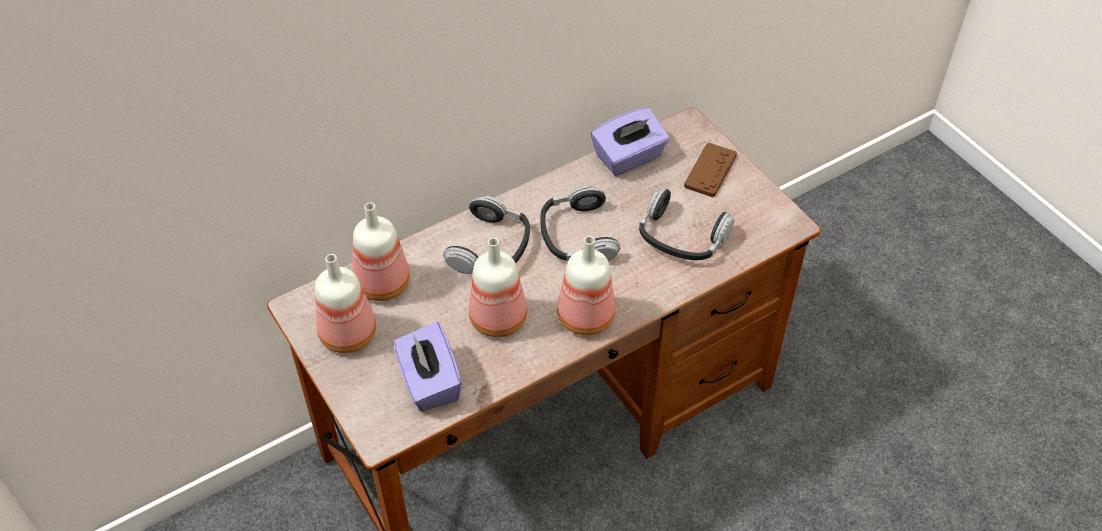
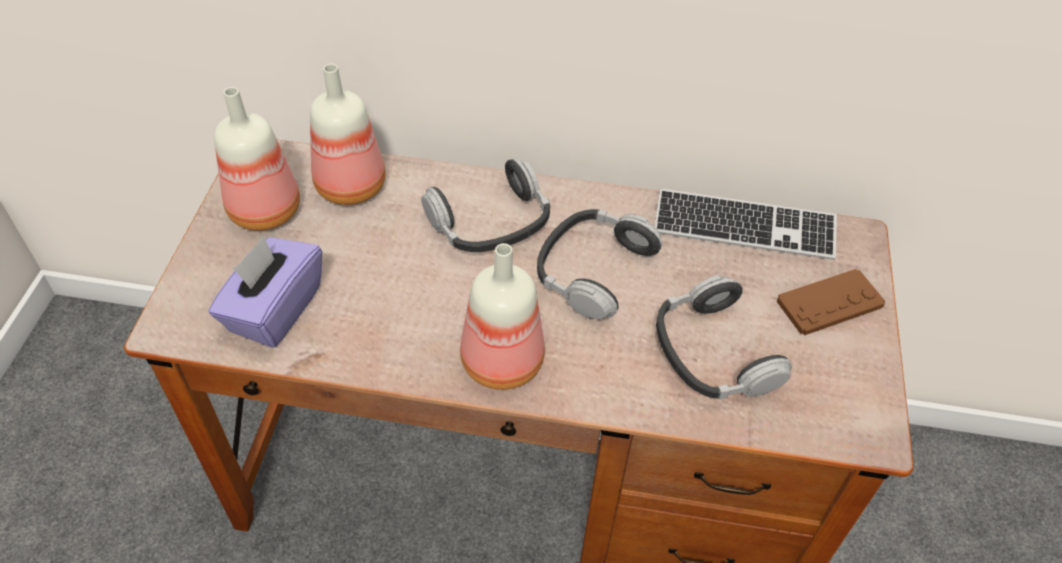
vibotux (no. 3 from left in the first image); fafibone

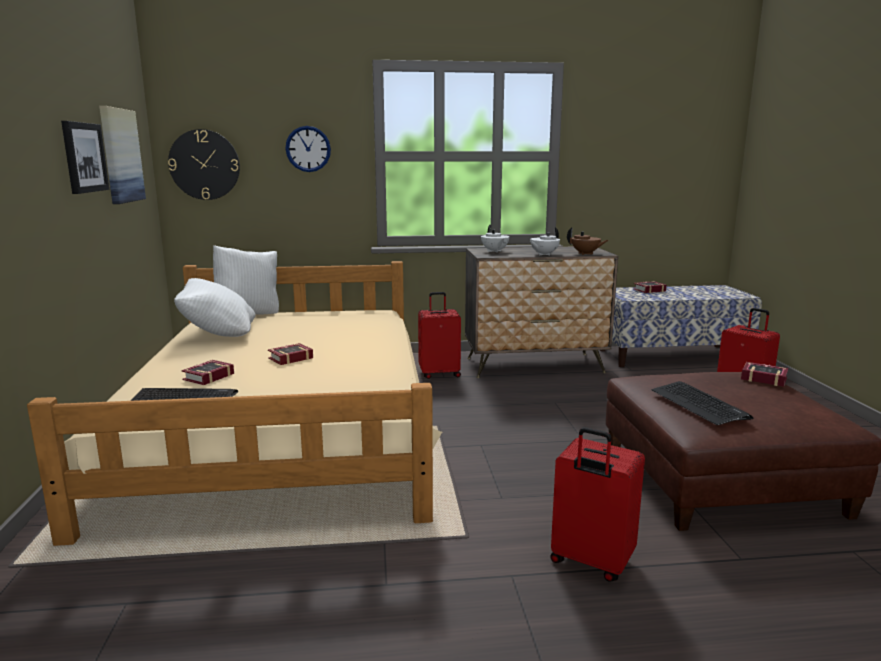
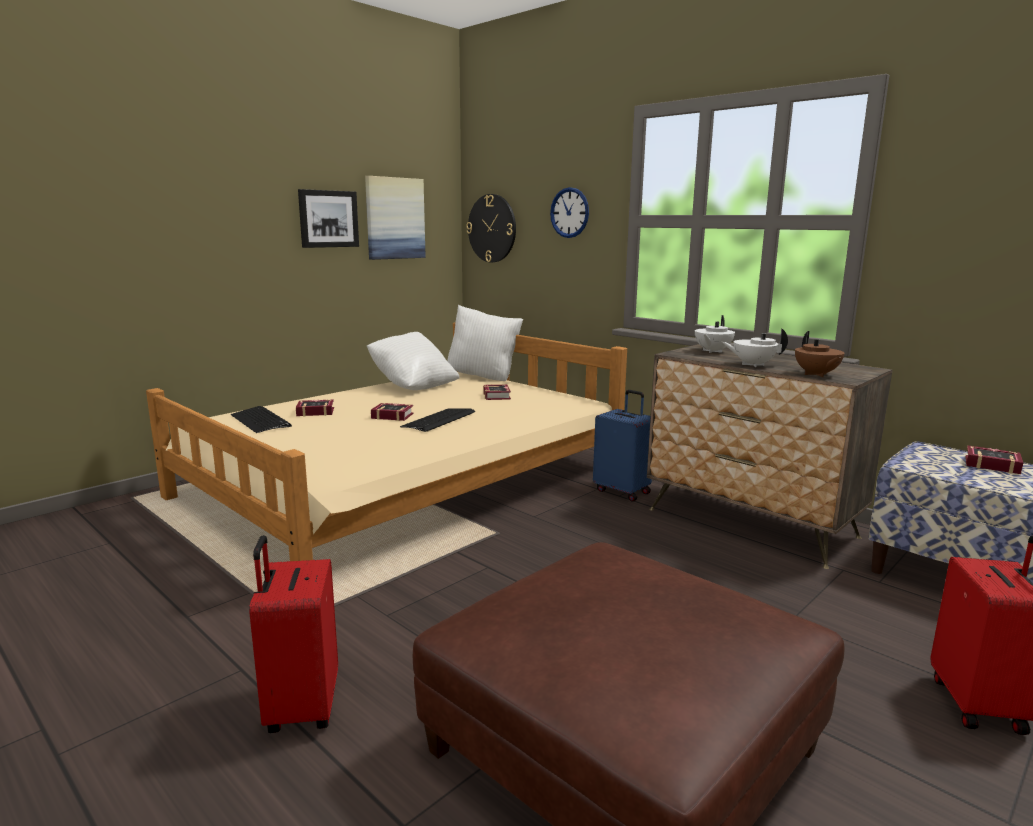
fafibone (no. 2 from left); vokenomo (no. 3 from left); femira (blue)

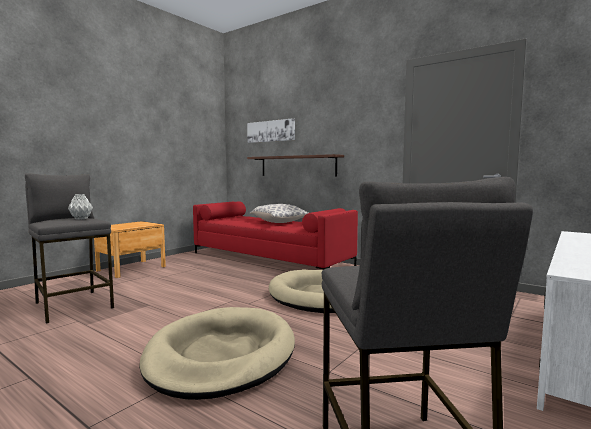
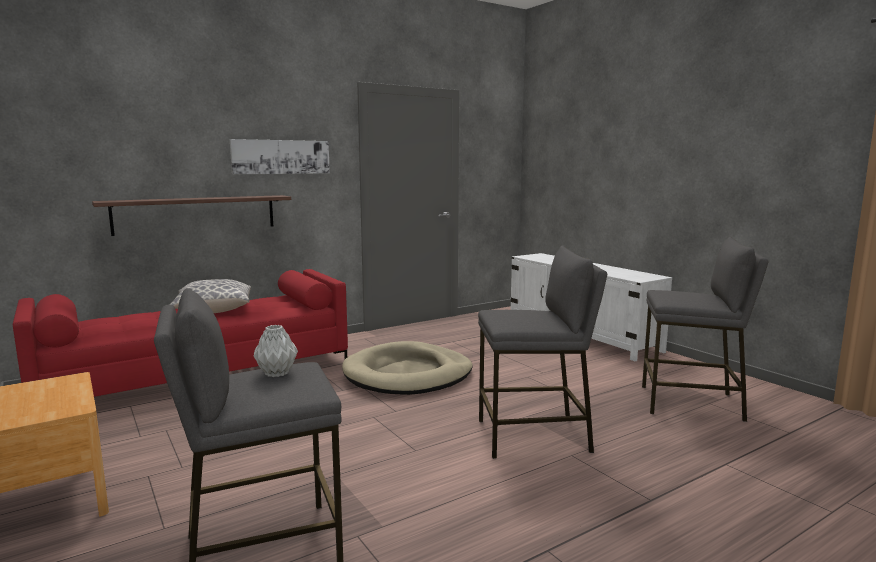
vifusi; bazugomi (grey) (no. 2 from left)

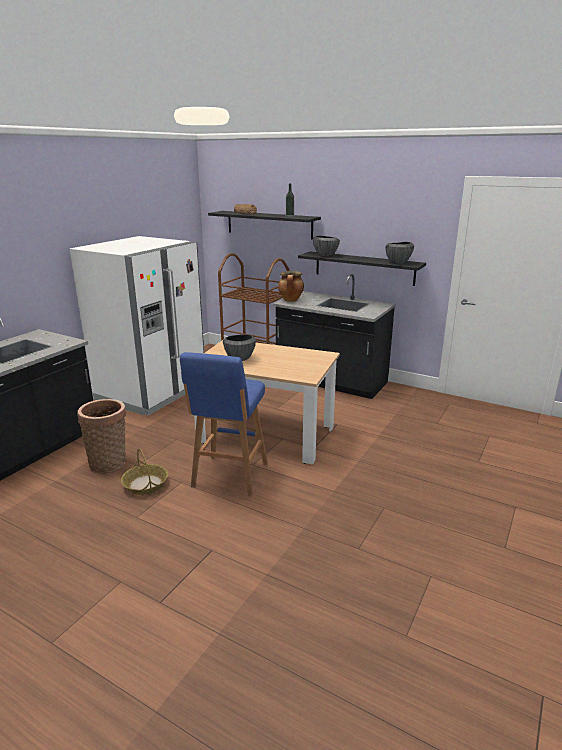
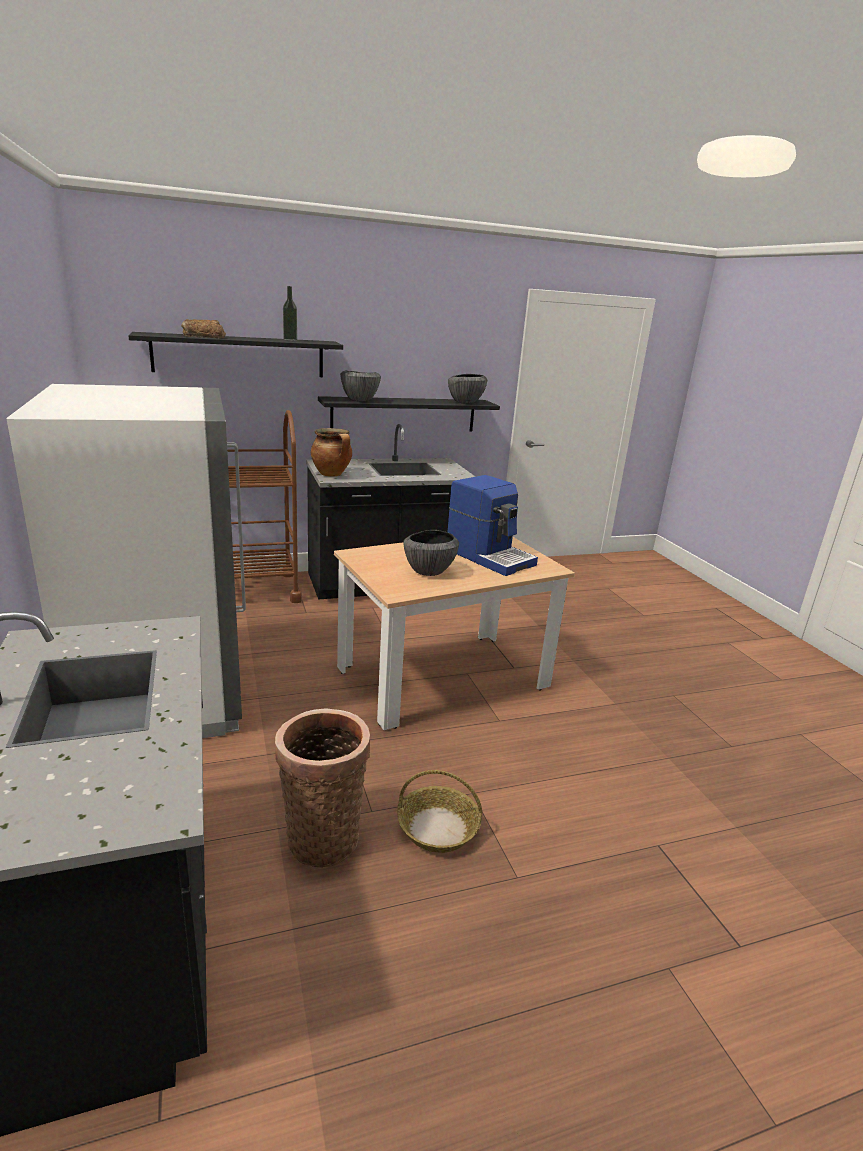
bazugomi (blue); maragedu

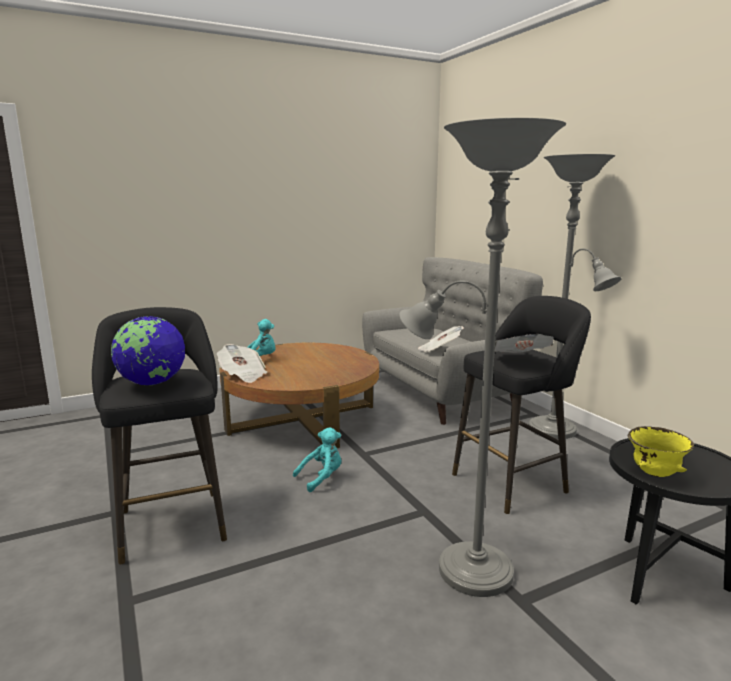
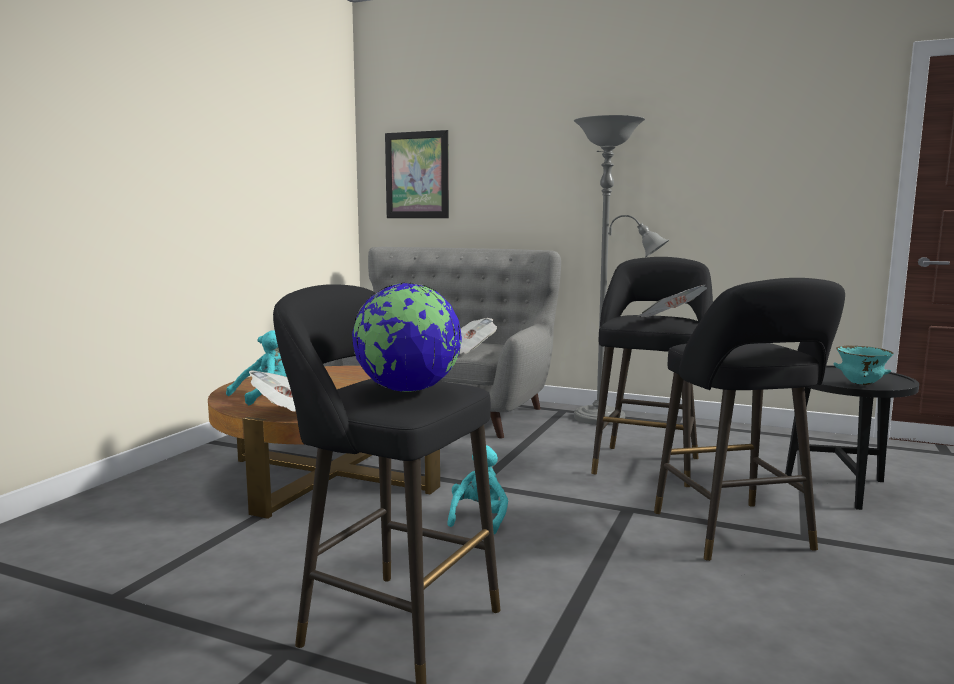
vifusi; bazugomi (black) (no. 3 from left); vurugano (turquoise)

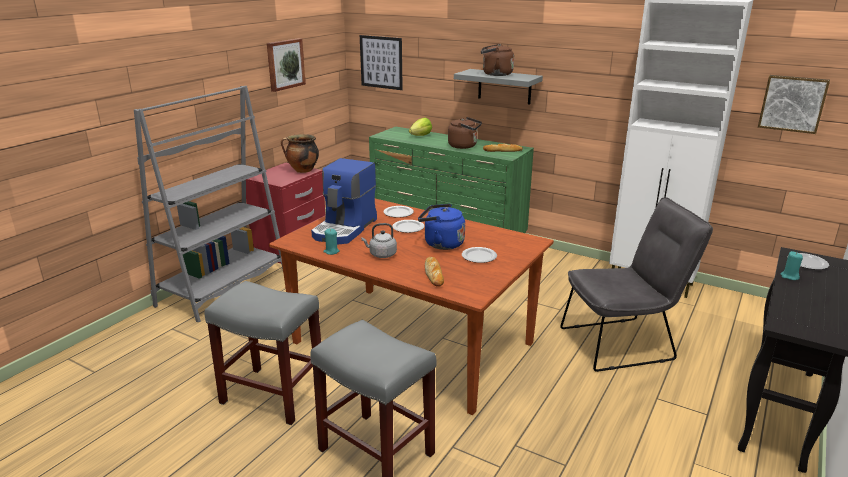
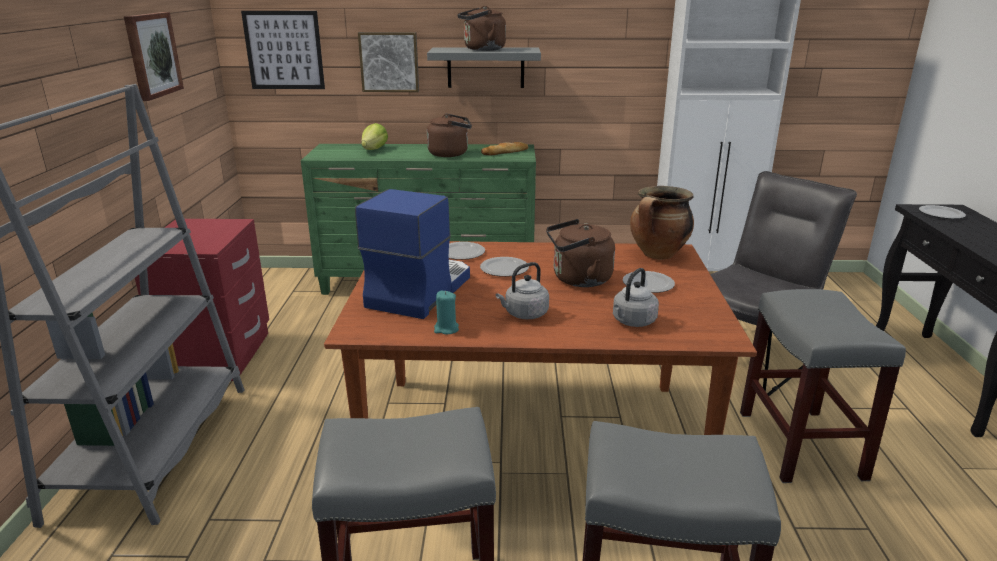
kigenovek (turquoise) (no. 2 from left in the first image); bazugomi (grey) (no. 3 from left); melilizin; vifusi (no. 3 from left); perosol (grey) (no. 2 from left); perosol (brown) (no. 3 from left); maragedu

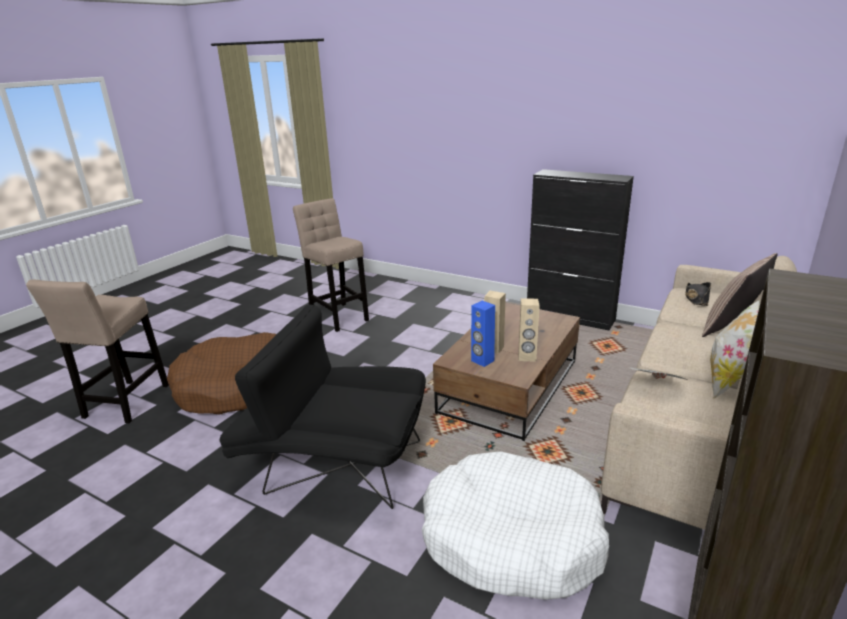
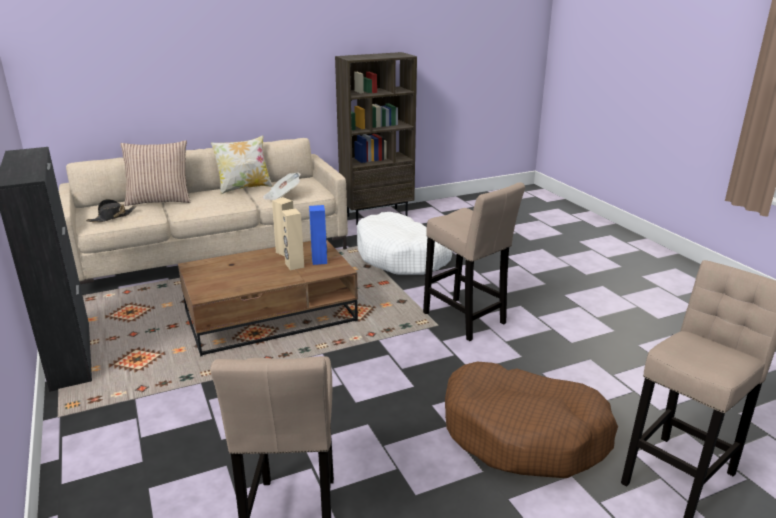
bazugomi (beige) (no. 2 from left)

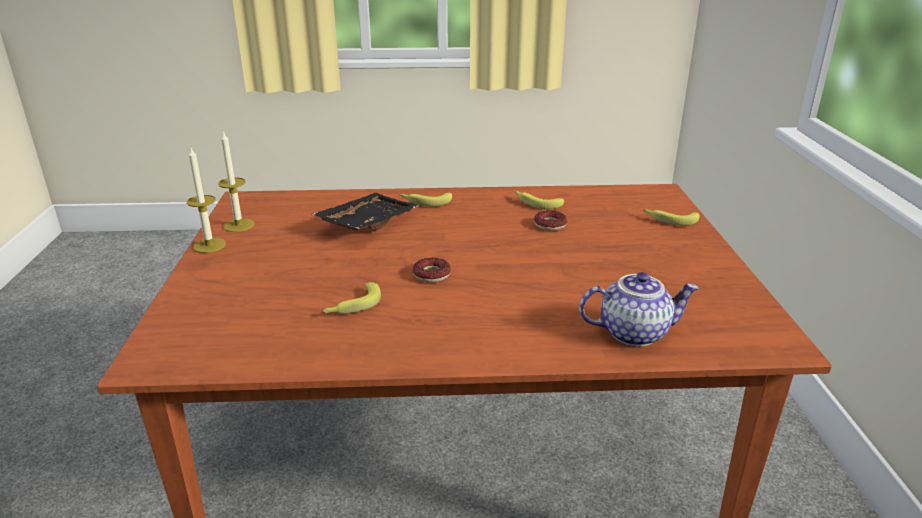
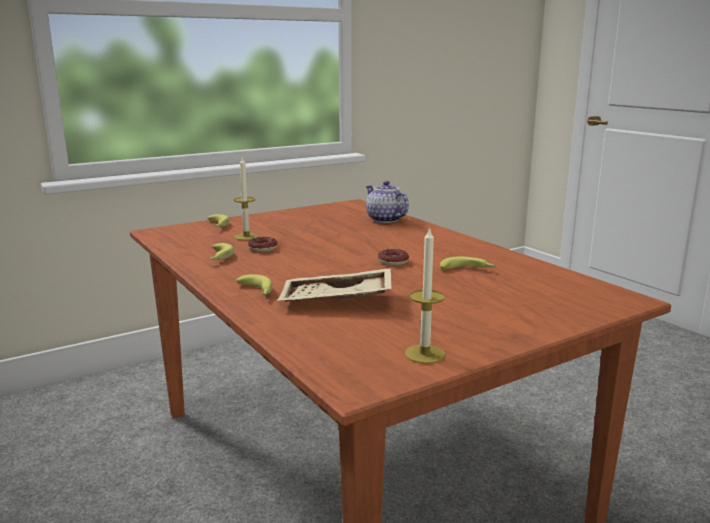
kigenovek (no. 1 from left); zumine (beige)

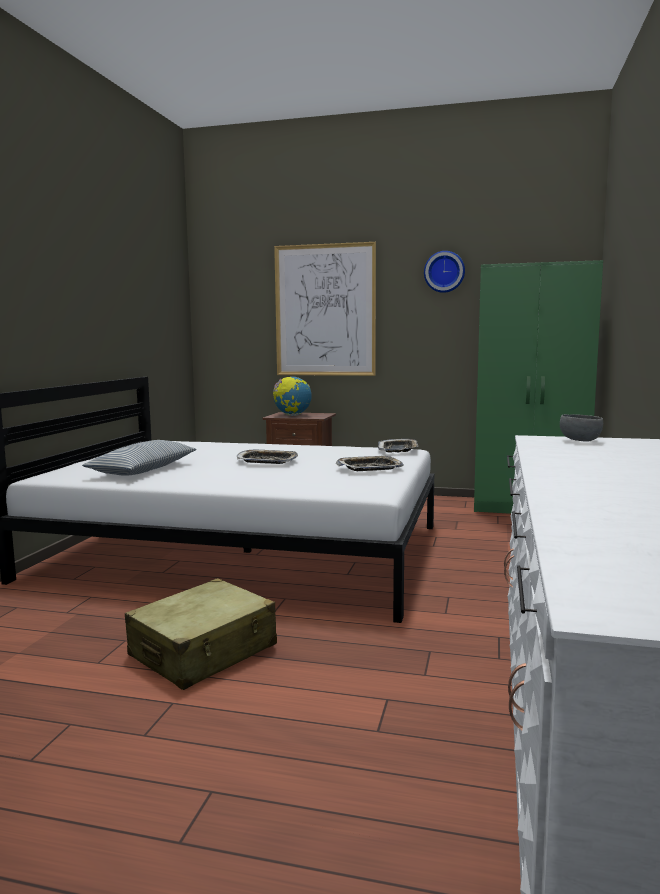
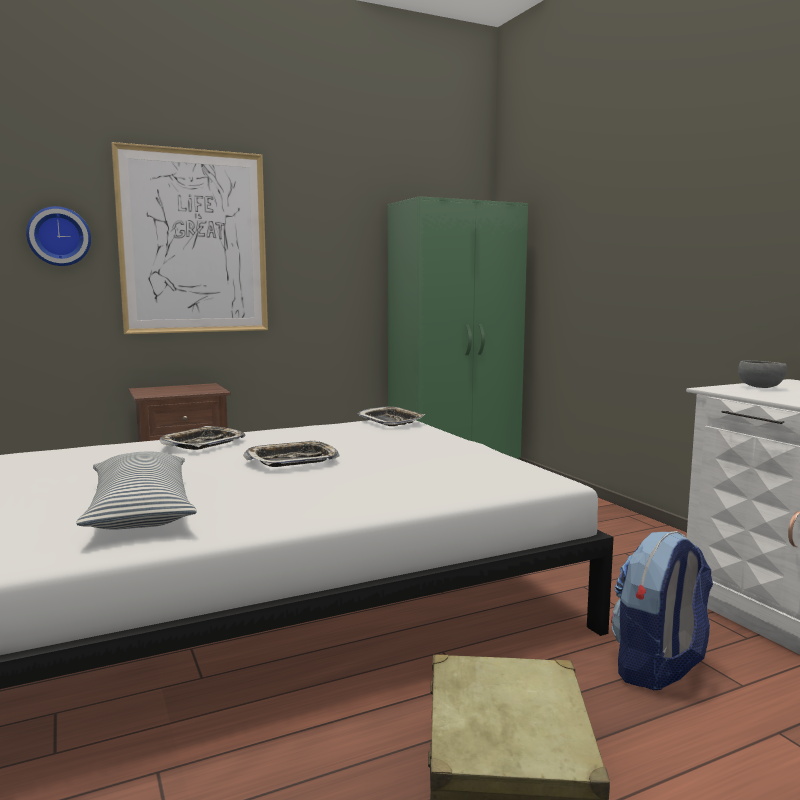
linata; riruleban; zumine (no. 1 from left); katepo

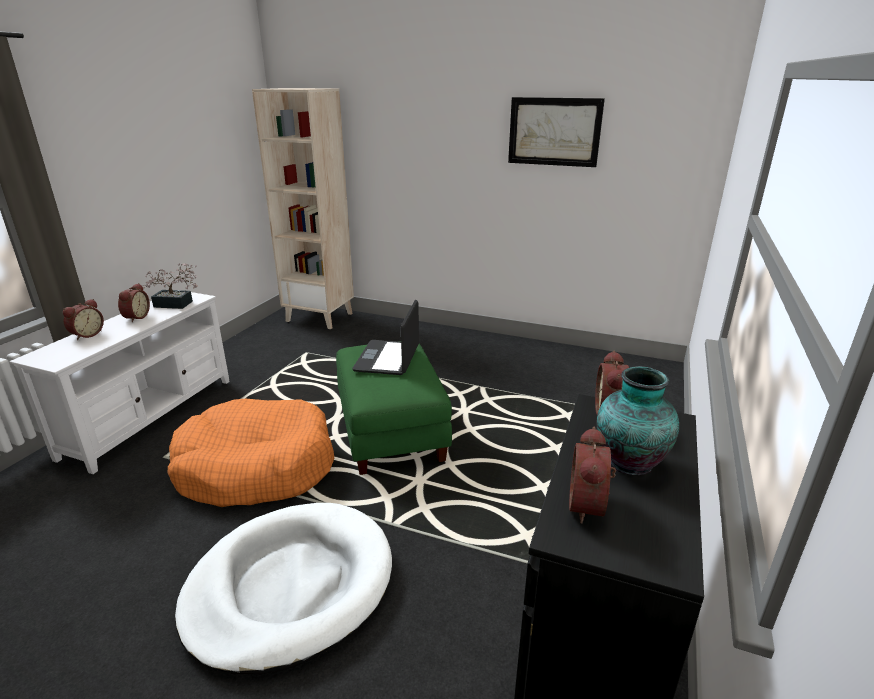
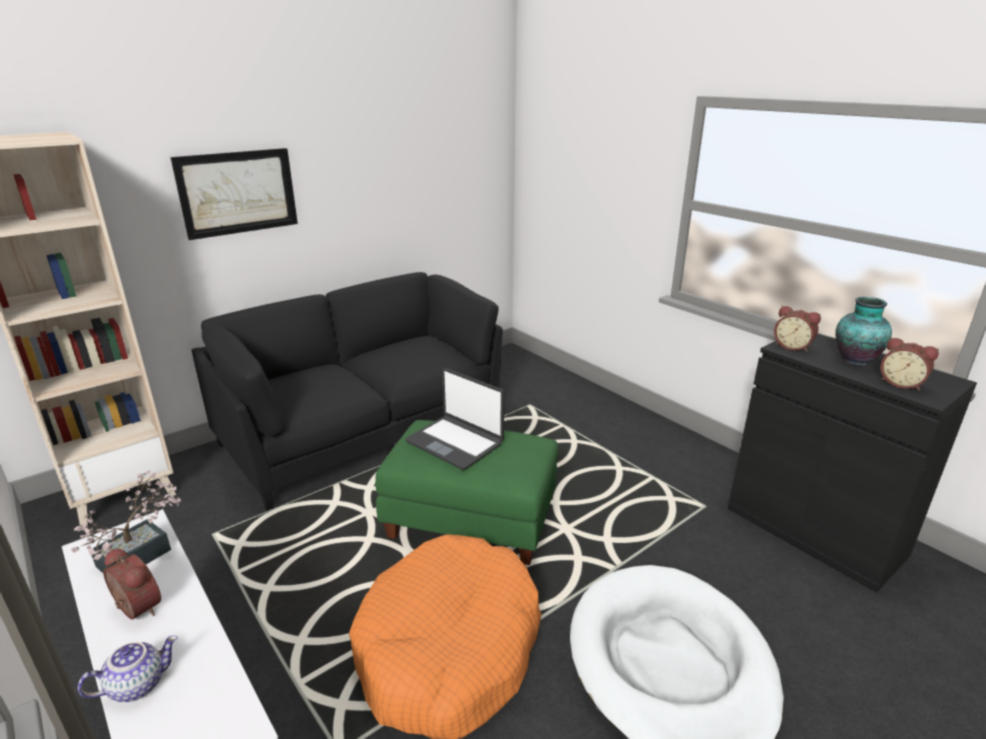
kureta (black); vifusi; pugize

